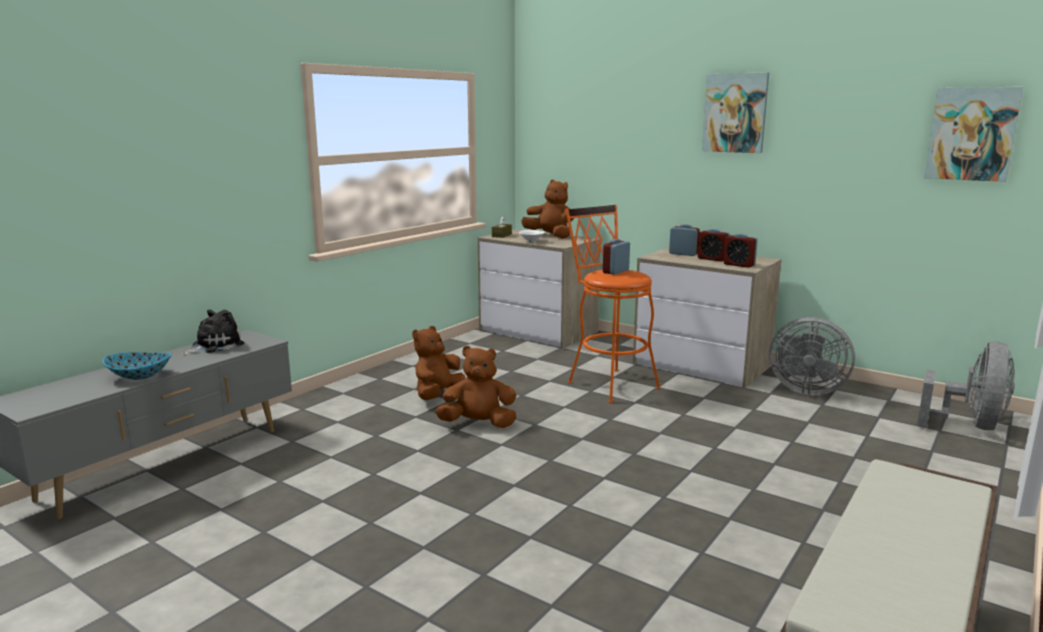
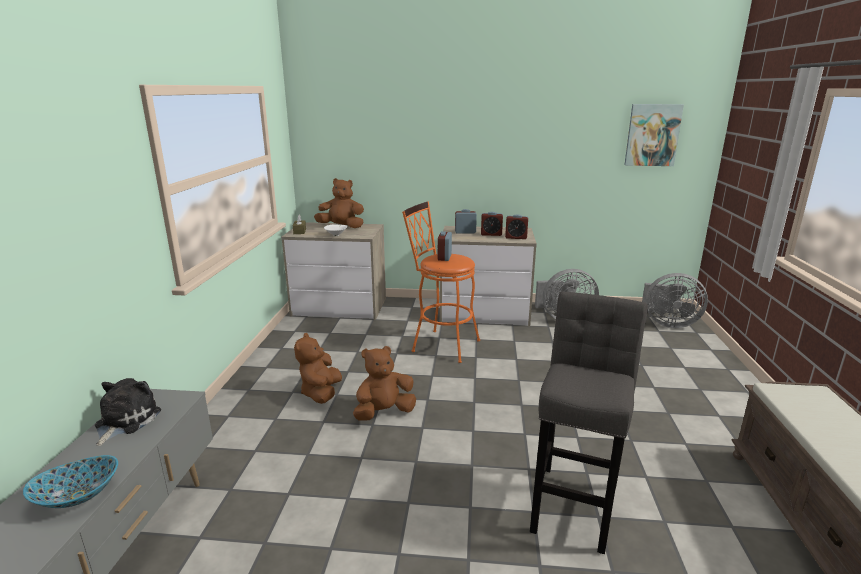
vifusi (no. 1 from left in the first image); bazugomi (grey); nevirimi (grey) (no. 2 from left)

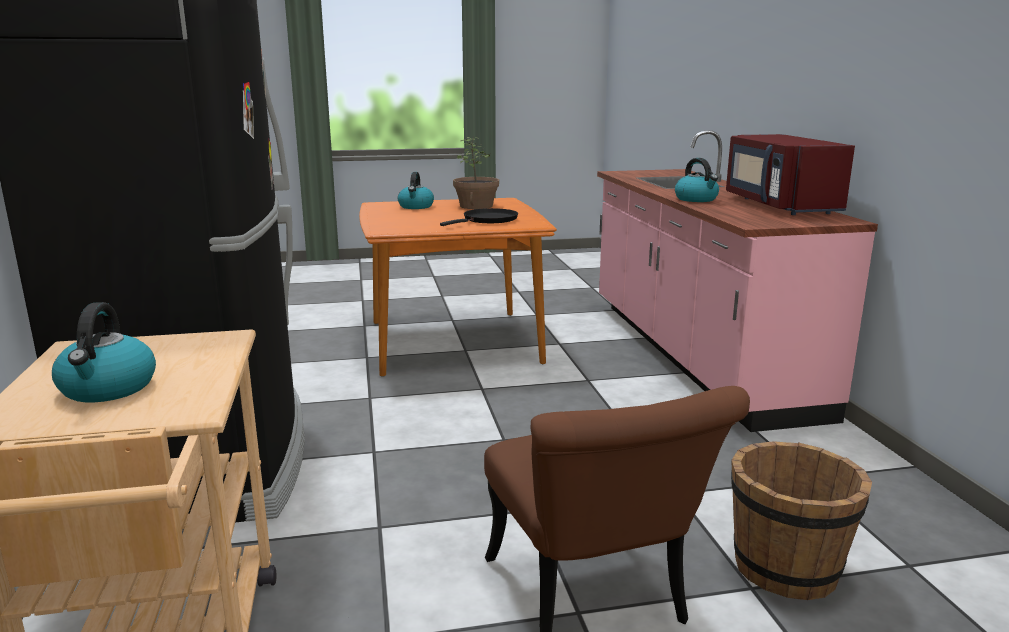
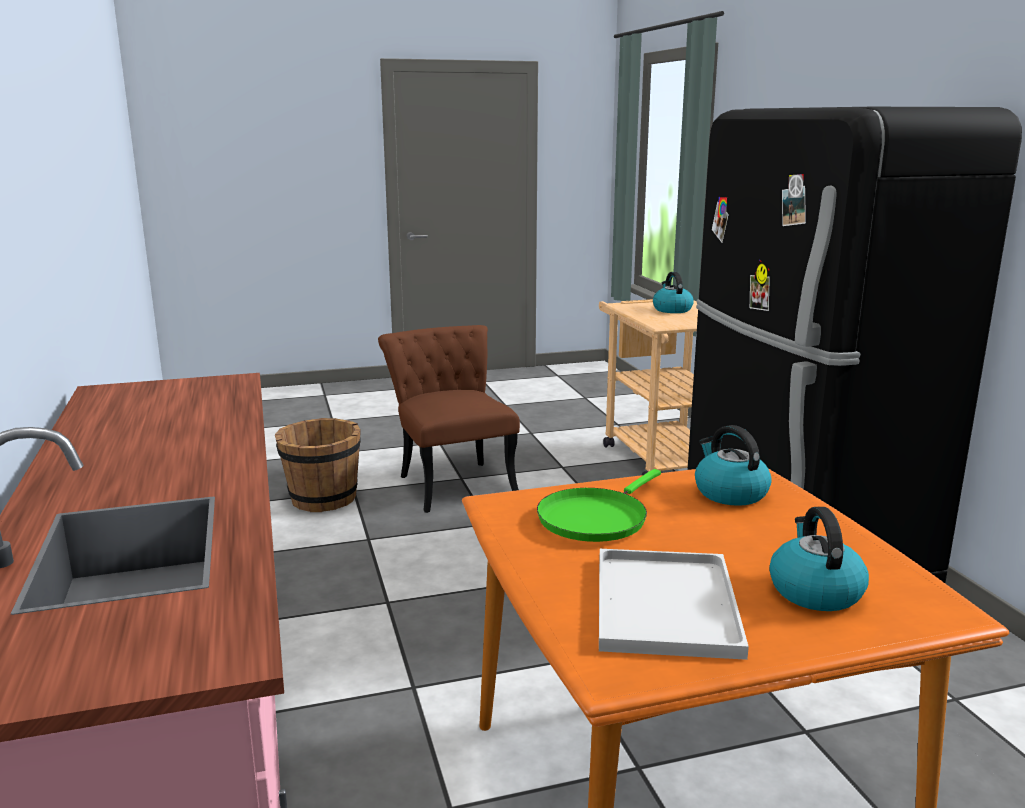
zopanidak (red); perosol (no. 2 from left); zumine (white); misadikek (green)

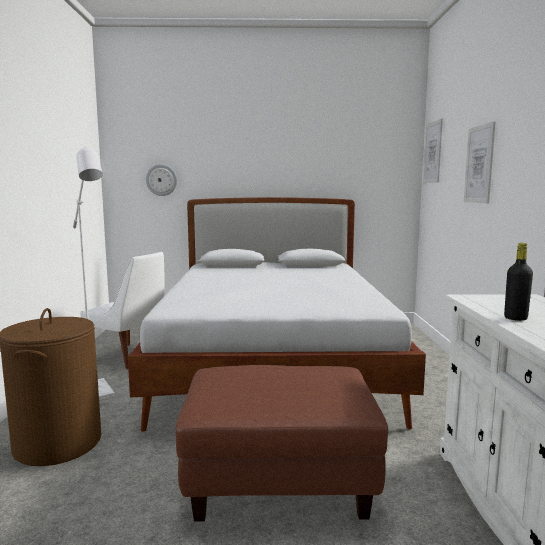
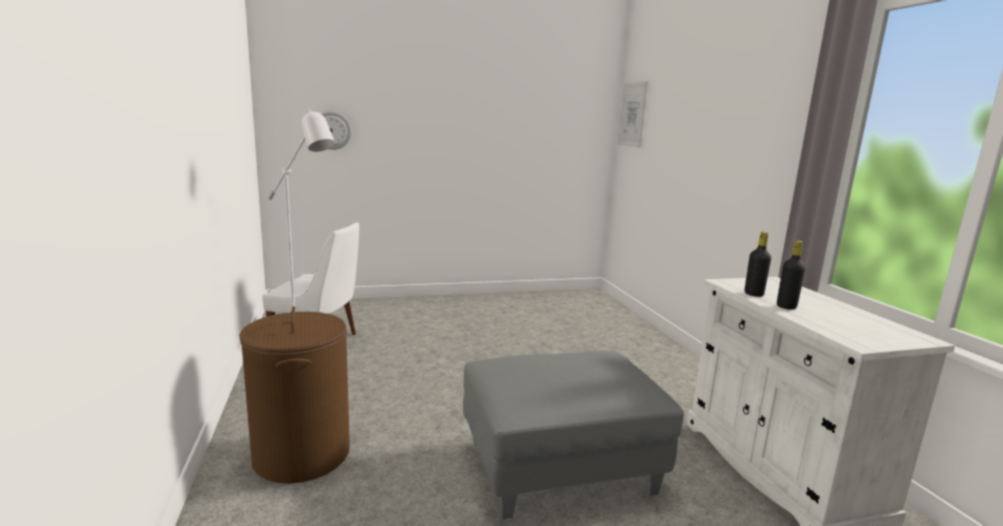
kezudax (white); vifusi (no. 2 from left in the first image); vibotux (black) (no. 1 from left); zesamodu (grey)

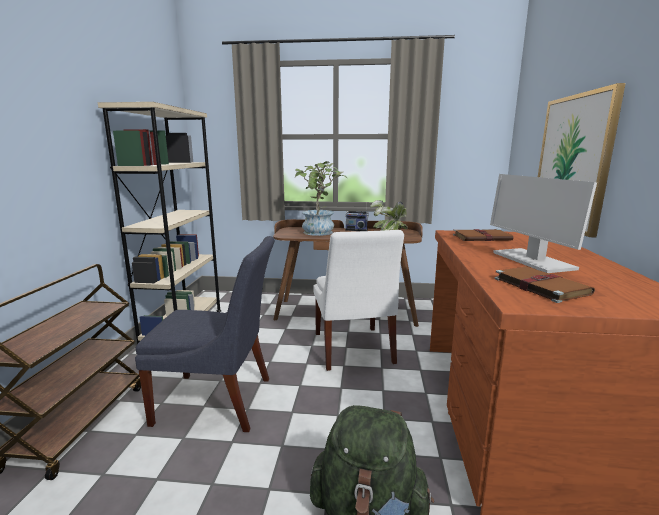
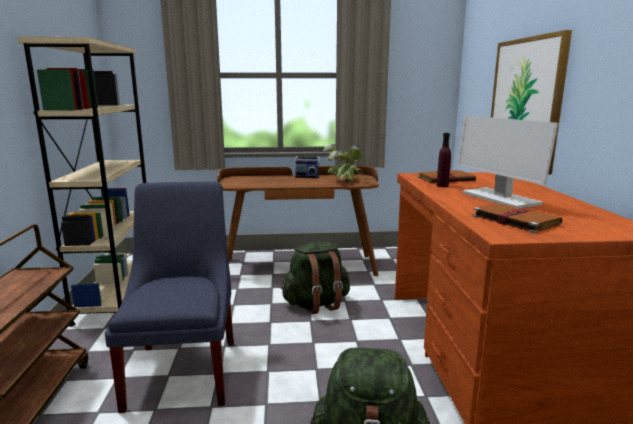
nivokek (no. 1 from left in the first image); vibotux (purple); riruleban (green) (no. 1 from left); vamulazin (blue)

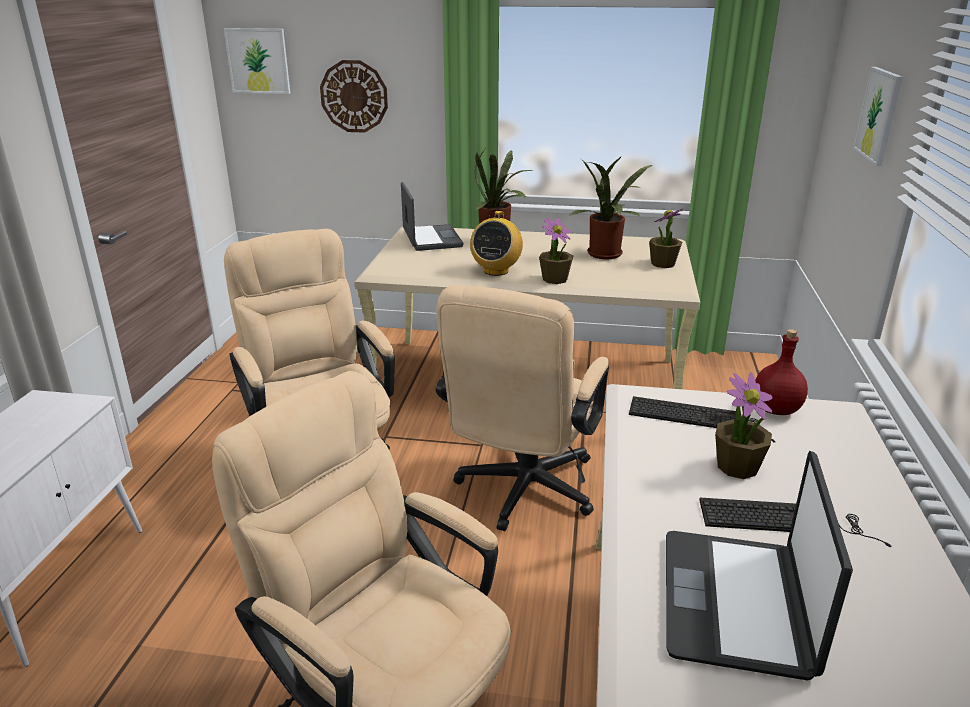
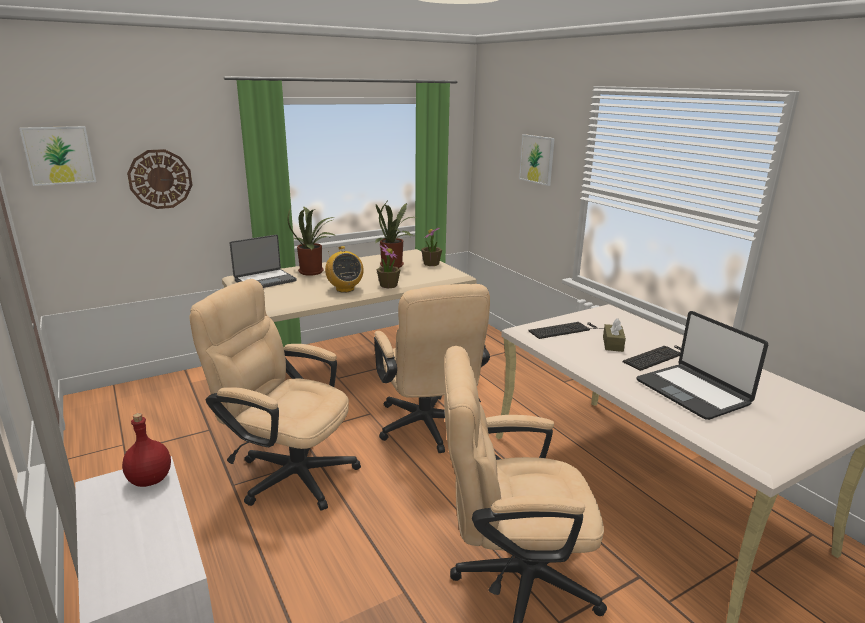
vibotux (red); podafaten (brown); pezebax (no. 1 from left)

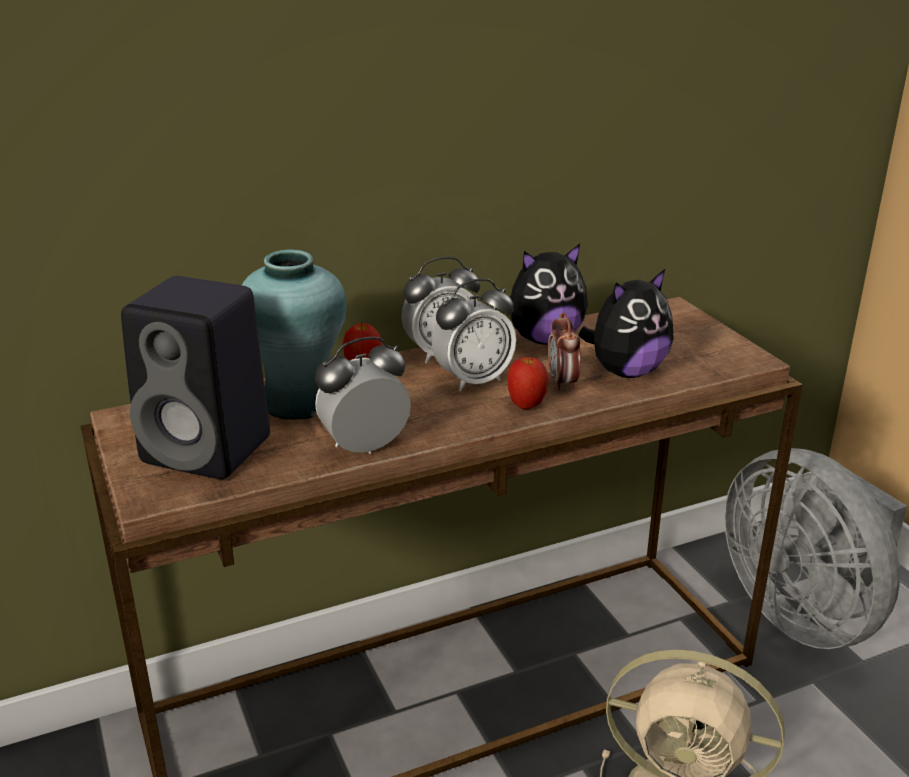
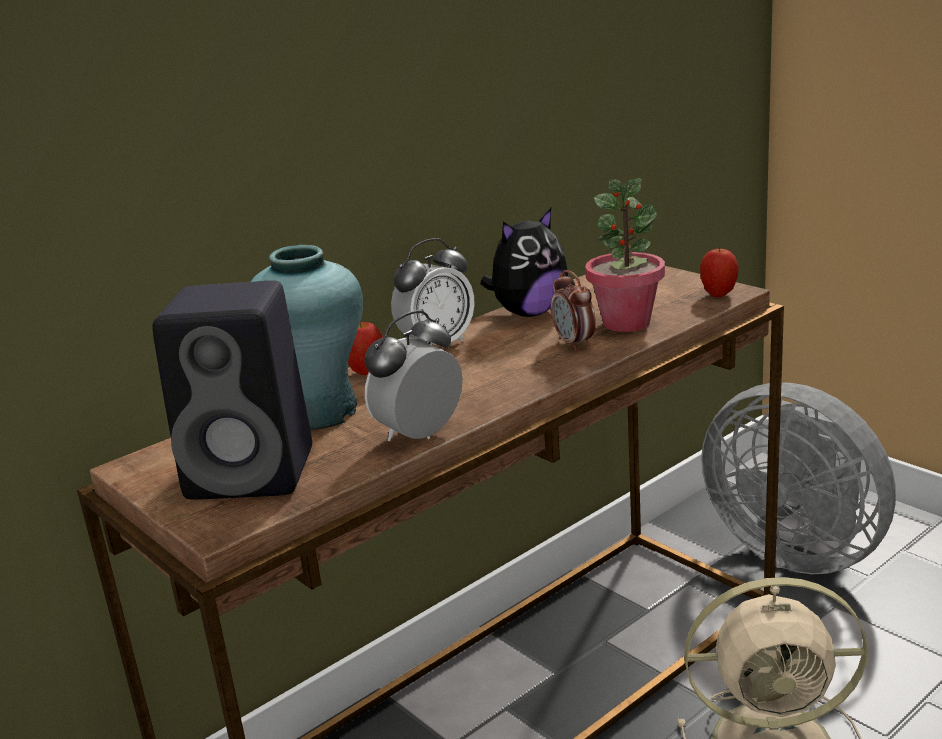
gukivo (no. 3 from left in the first image); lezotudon (no. 2 from left); nivokek

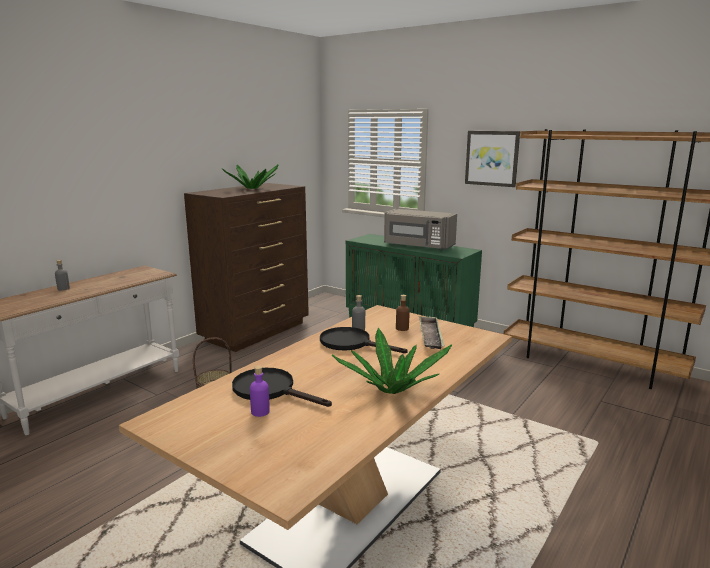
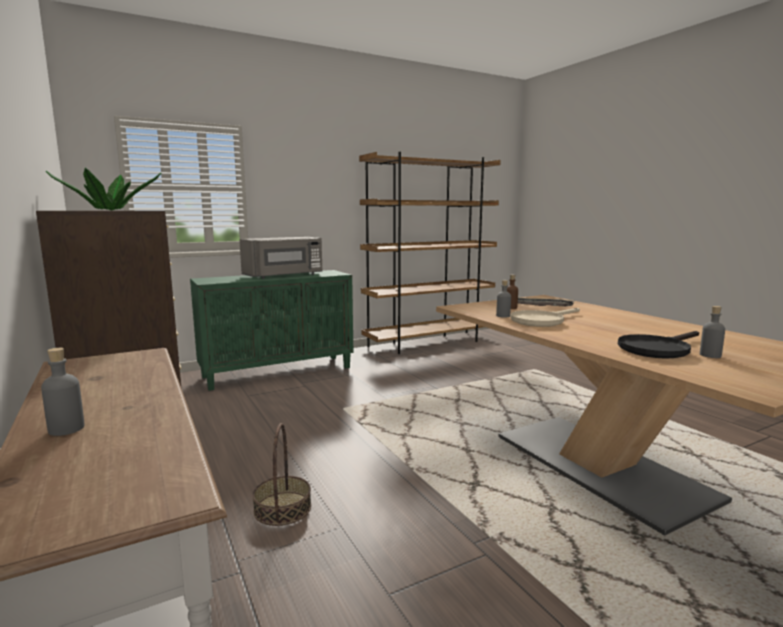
nivokek (no. 2 from left in the first image); vifusi; vibotux (grey) (no. 3 from left); misadikek (beige)

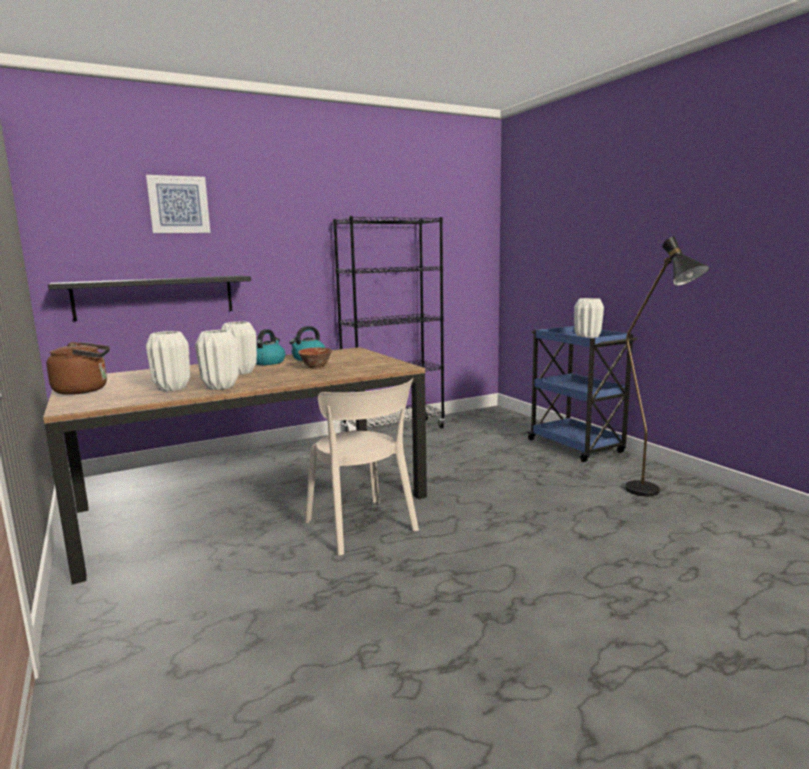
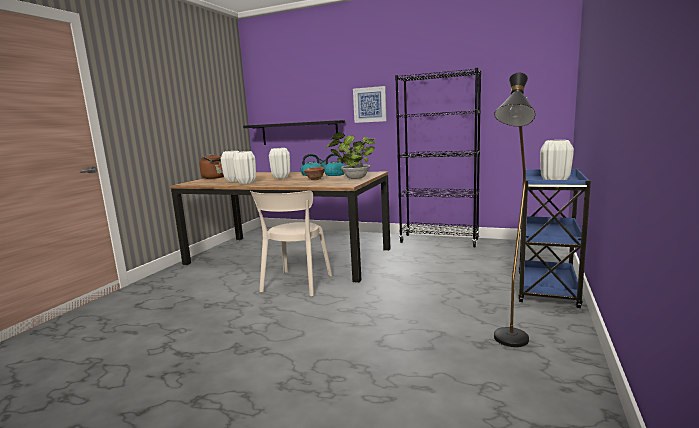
nivokek; vifusi

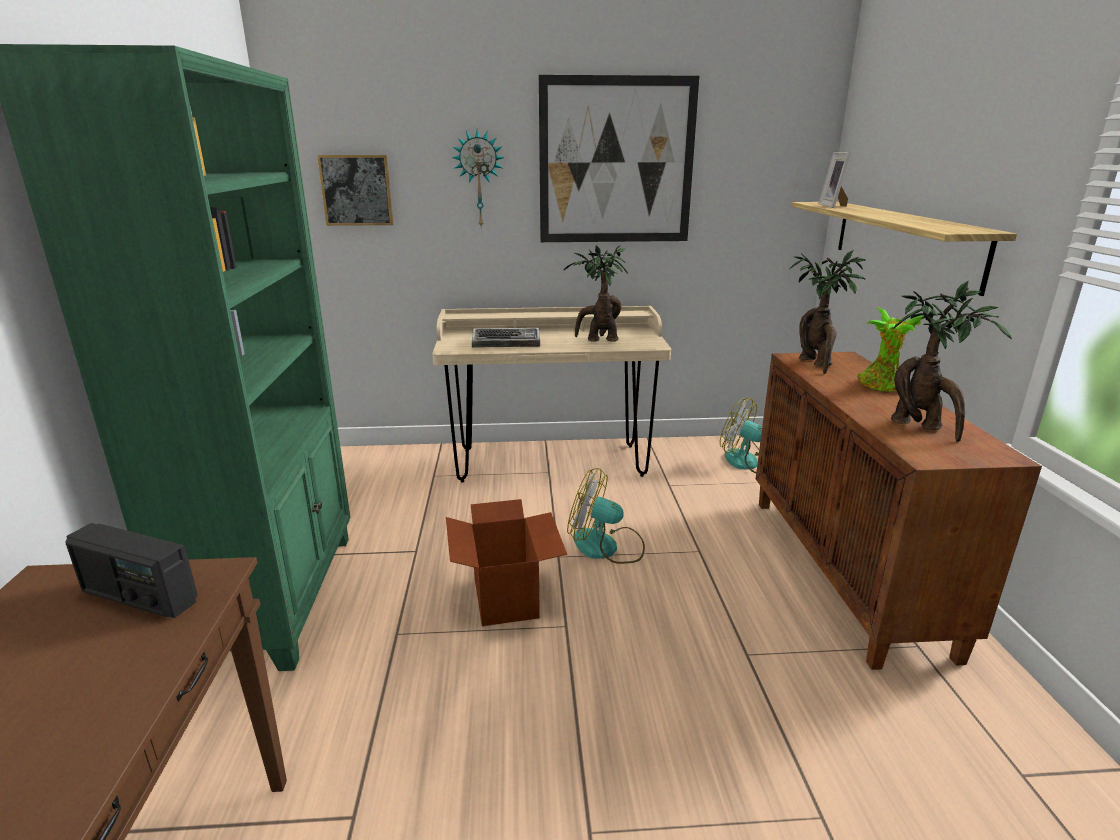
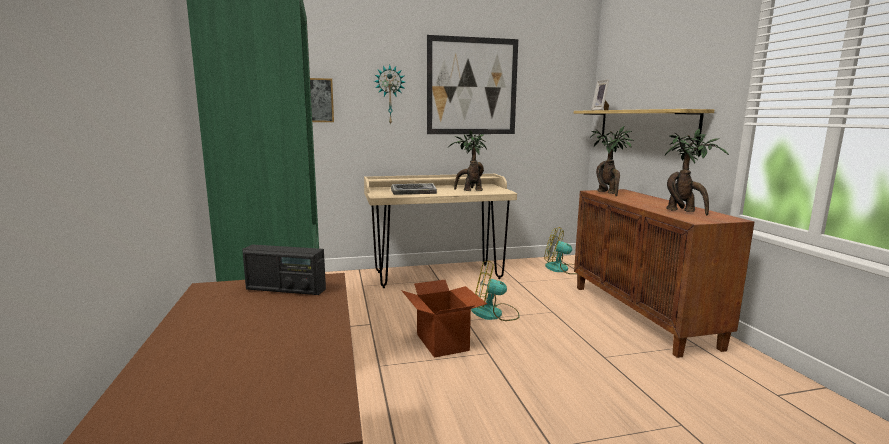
nivokek (no. 3 from left in the first image)

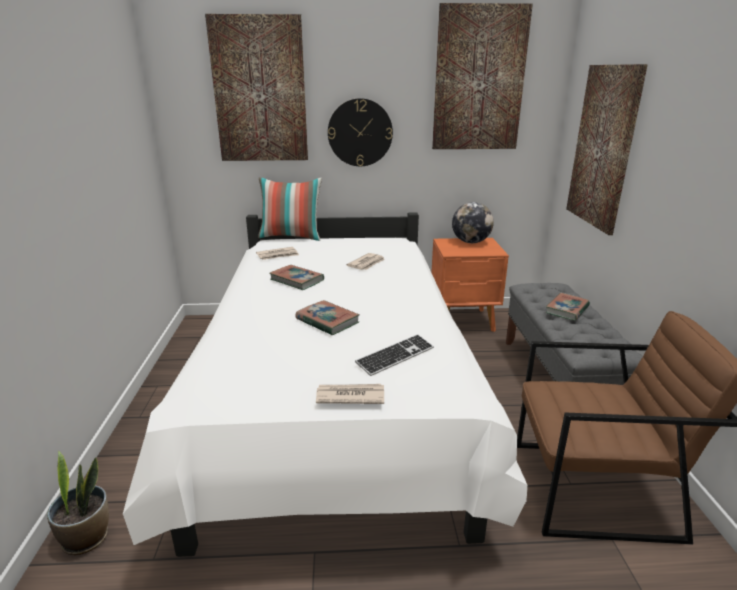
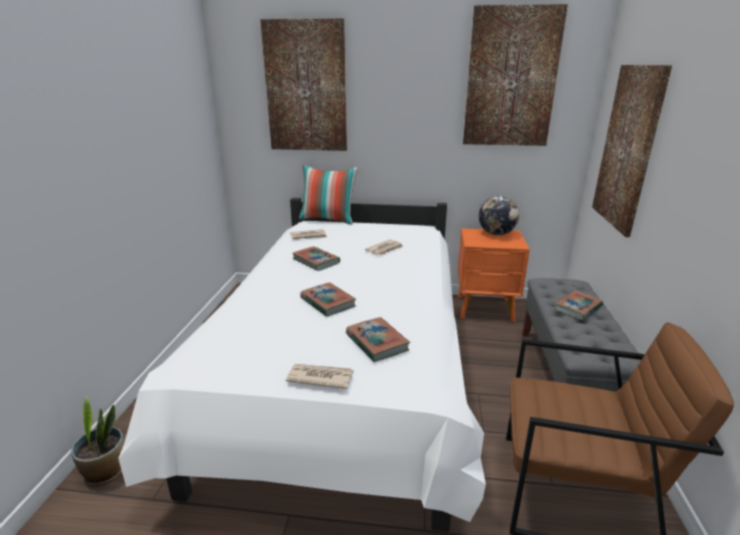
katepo; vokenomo (no. 3 from left)

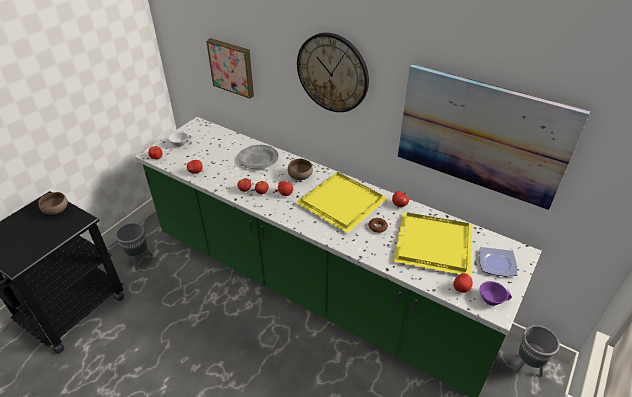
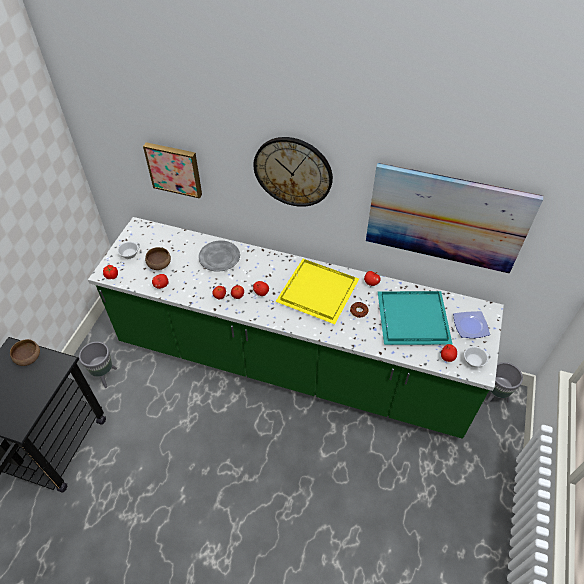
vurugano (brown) (no. 2 from left); zumine (turquoise); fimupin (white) (no. 2 from left)

